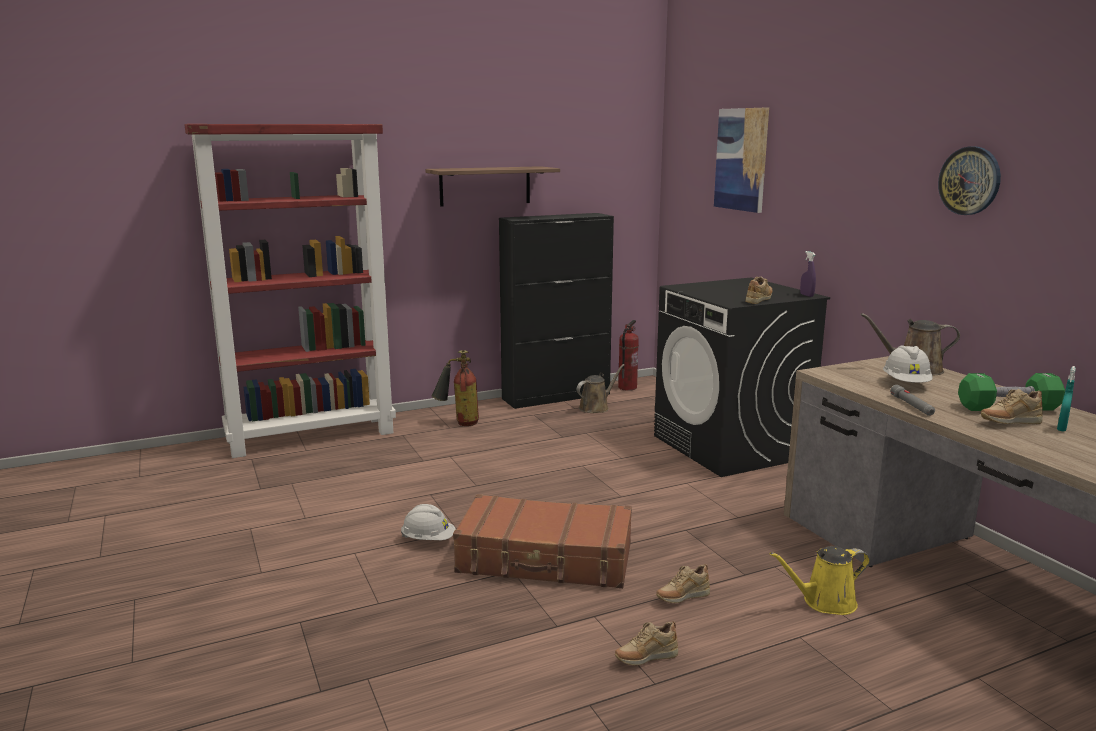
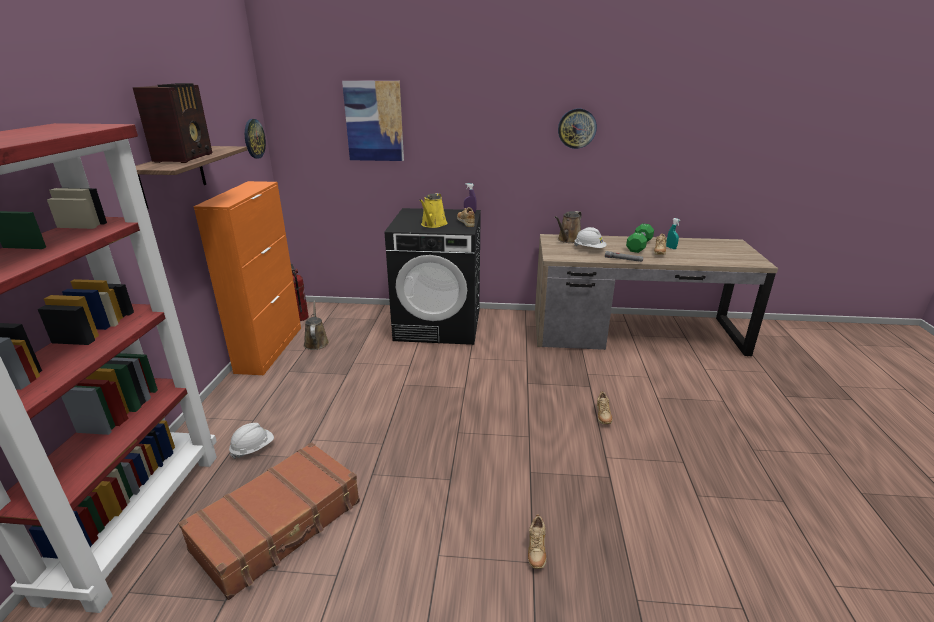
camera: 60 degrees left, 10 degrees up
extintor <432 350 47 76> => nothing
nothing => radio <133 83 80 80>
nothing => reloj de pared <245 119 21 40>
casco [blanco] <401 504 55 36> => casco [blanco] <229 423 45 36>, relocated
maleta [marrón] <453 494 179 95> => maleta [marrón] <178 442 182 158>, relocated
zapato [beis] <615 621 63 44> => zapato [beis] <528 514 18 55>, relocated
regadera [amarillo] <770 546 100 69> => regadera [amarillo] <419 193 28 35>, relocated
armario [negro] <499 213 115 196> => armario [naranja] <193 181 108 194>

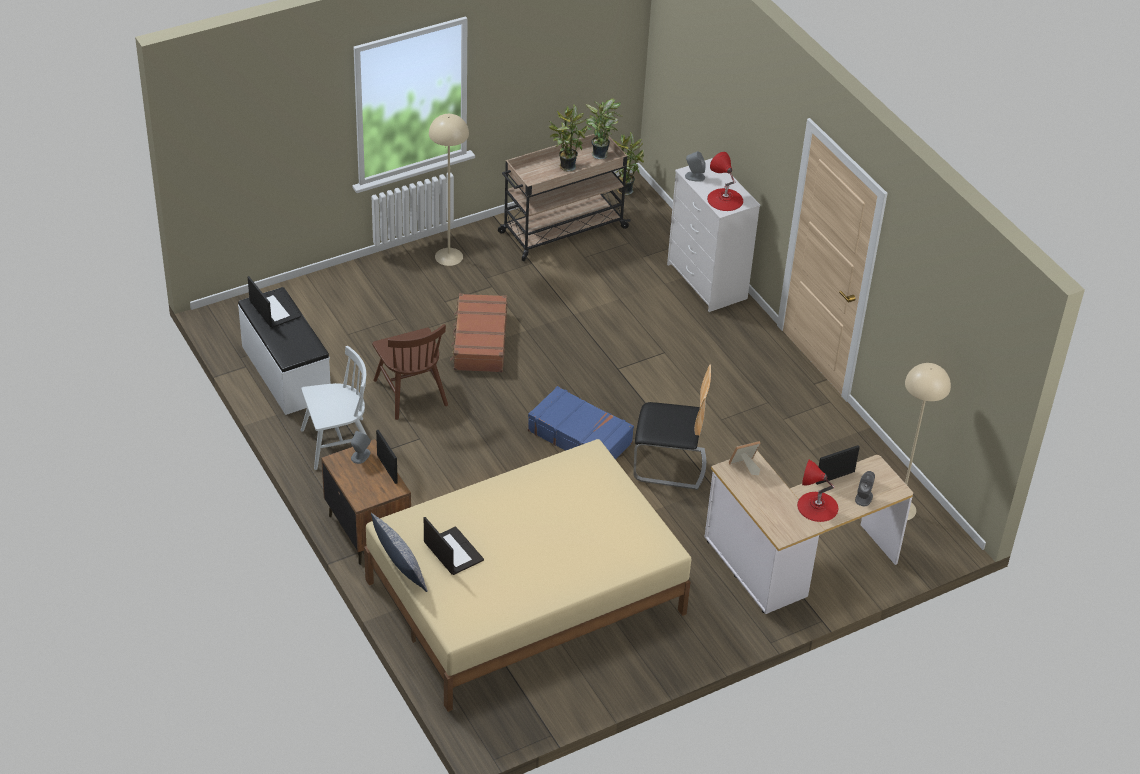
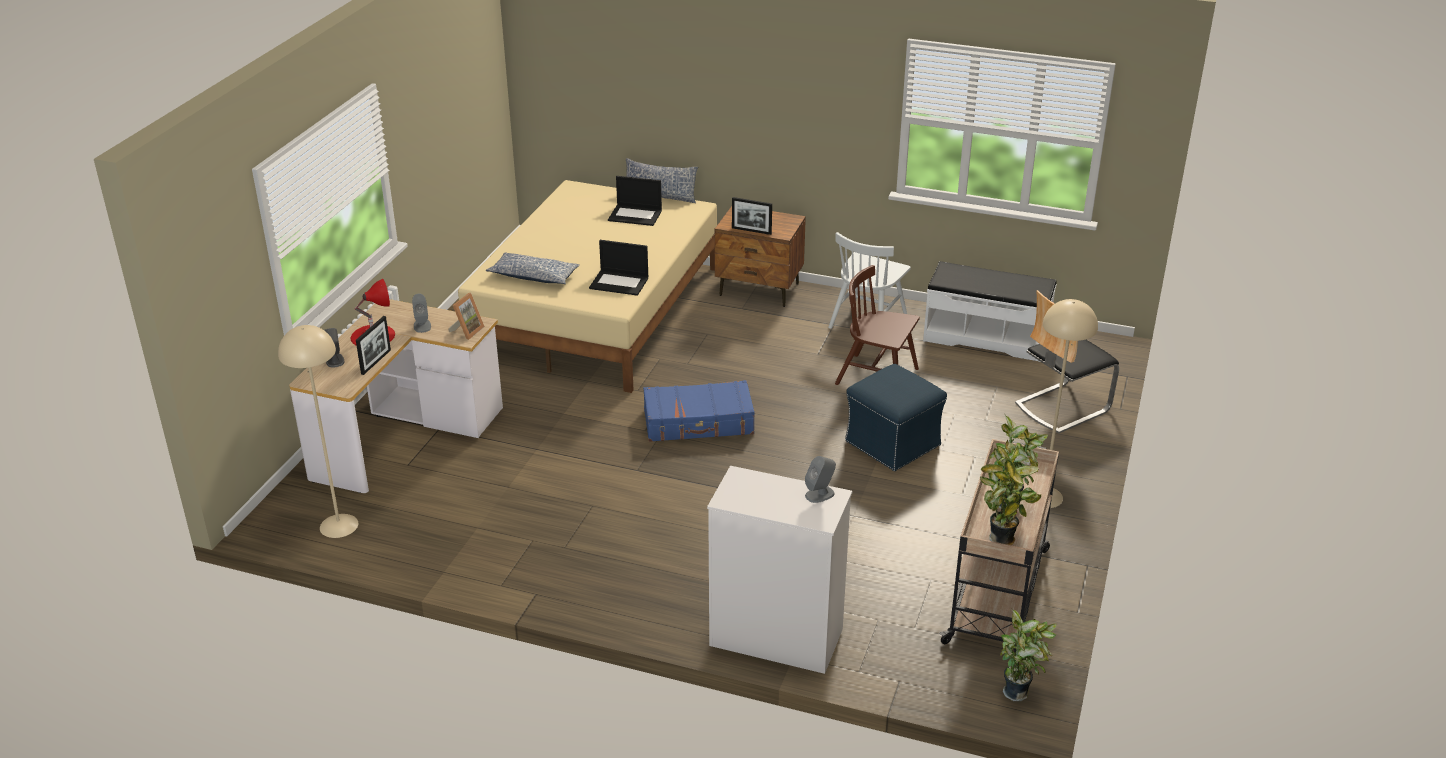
camera: 140 degrees right, 10 degrees down
lámpara de mesa [rojo] <707 152 36 59> => nothing
nothing => cojín <486 253 94 31>
portátil <248 276 53 52> => portátil <589 240 59 56>, relocated
altavoz [gris] <351 431 20 33> => altavoz [gris] <412 294 19 39>, relocated
silla <633 364 78 126> => silla <1015 290 104 143>, relocated
maleta [marrón] <450 293 57 79> => puf [azul] <845 364 102 107>

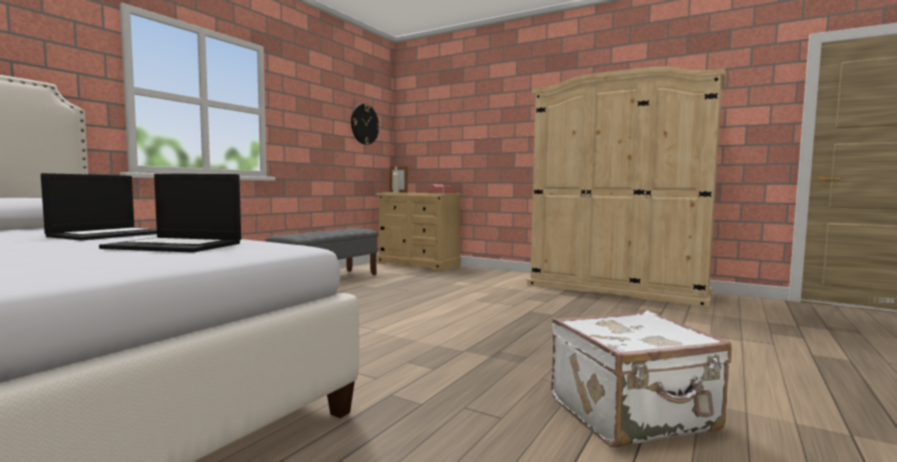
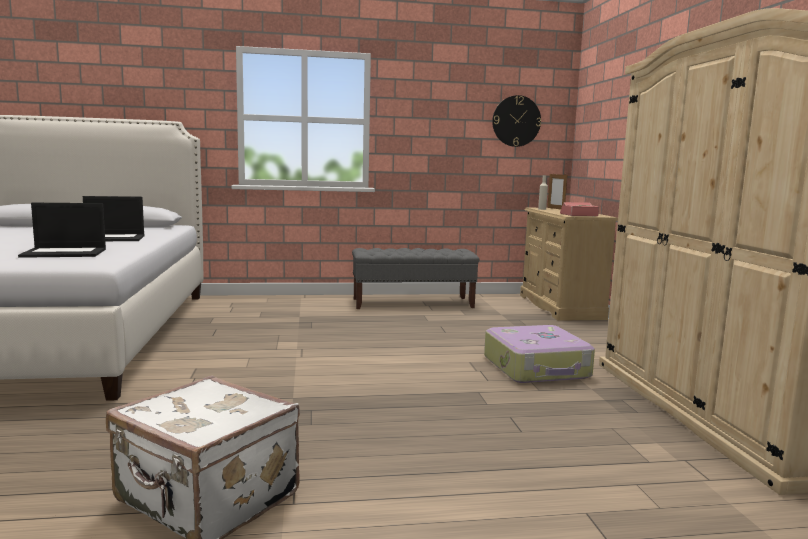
camera: 50 degrees right, 5 degrees up
nothing => maleta <484 325 111 58>
portátil <99 174 142 79> => portátil <18 203 88 55>, 75 degrees counterclockwise

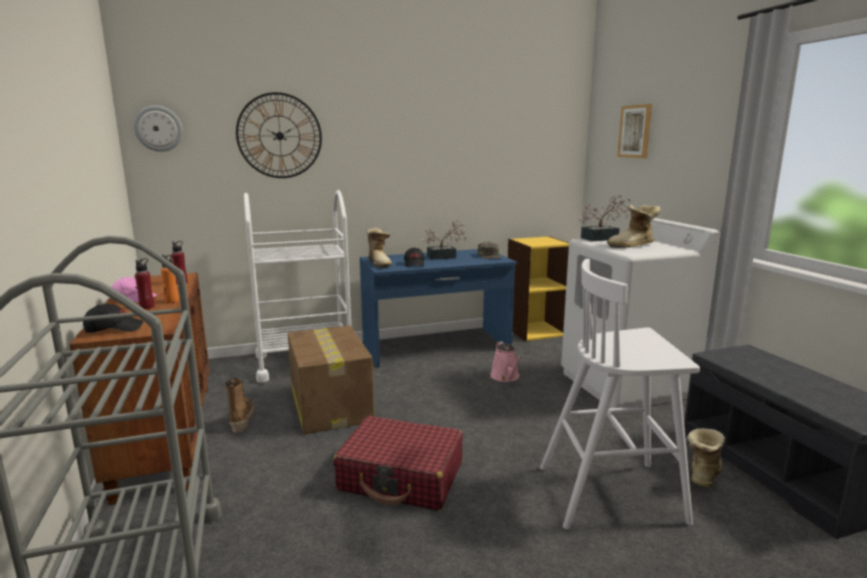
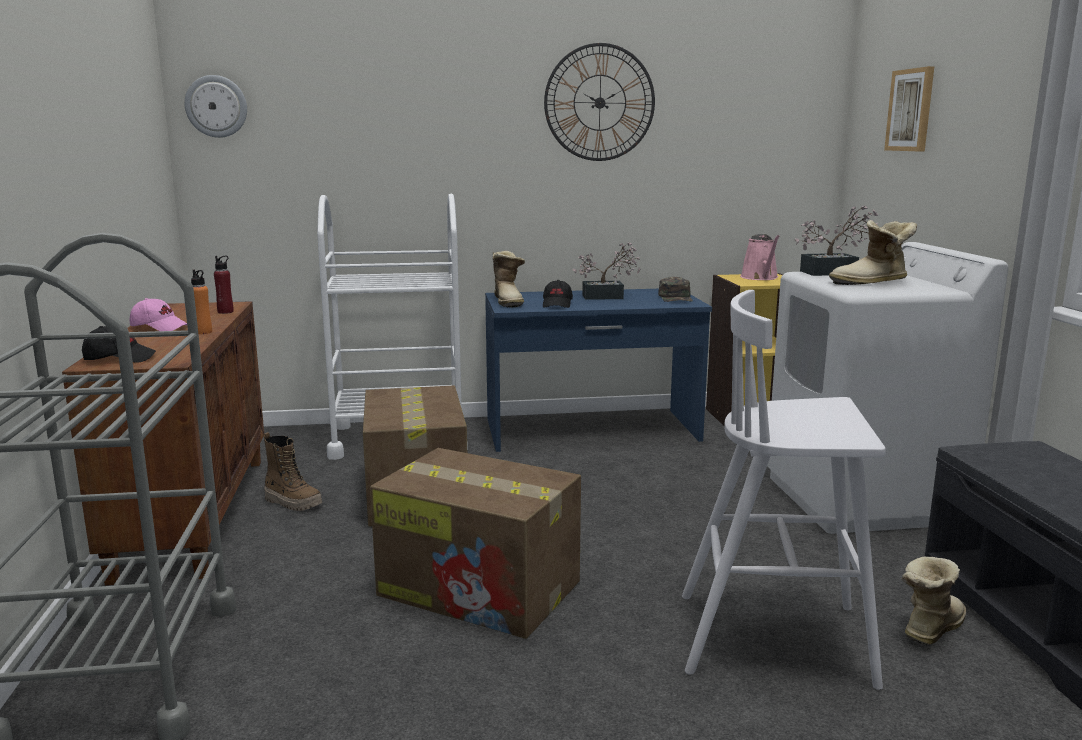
camera: 10 degrees right, 0 degrees up
botella [rojo] <135 258 20 51> => nothing
reloj de pared <236 92 86 86> => reloj de pared <544 43 111 118>, relocated
regadera [rosa] <490 341 32 41> => regadera [rosa] <740 234 40 46>, relocated
maleta [rojo] <333 416 130 95> => caja de cartón <370 448 211 191>
bota <225 378 29 55> => bota <264 432 58 79>, 120 degrees clockwise

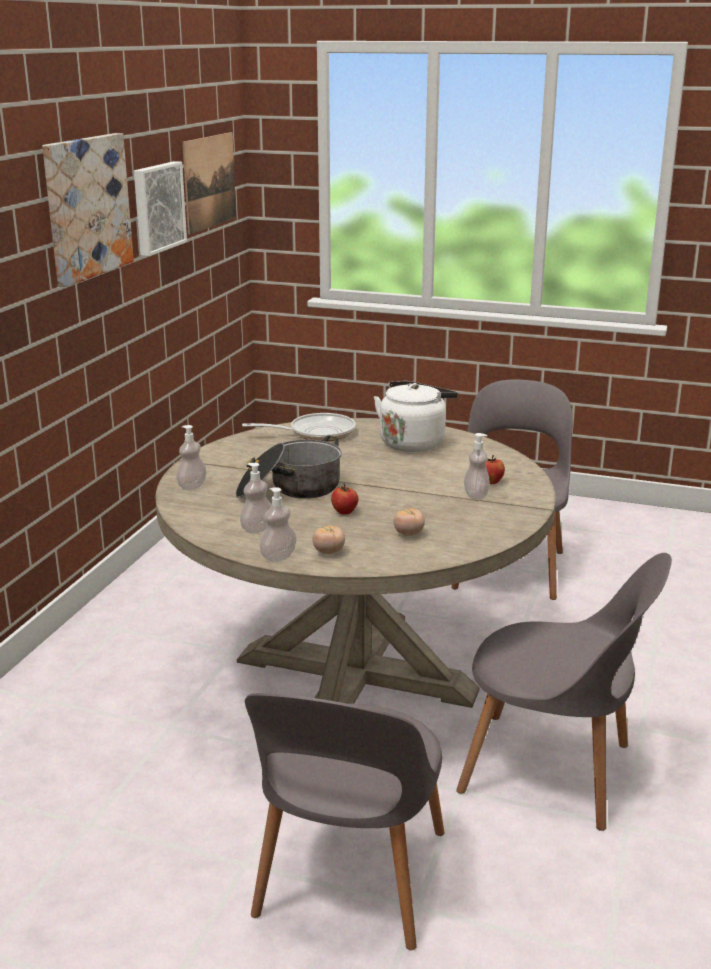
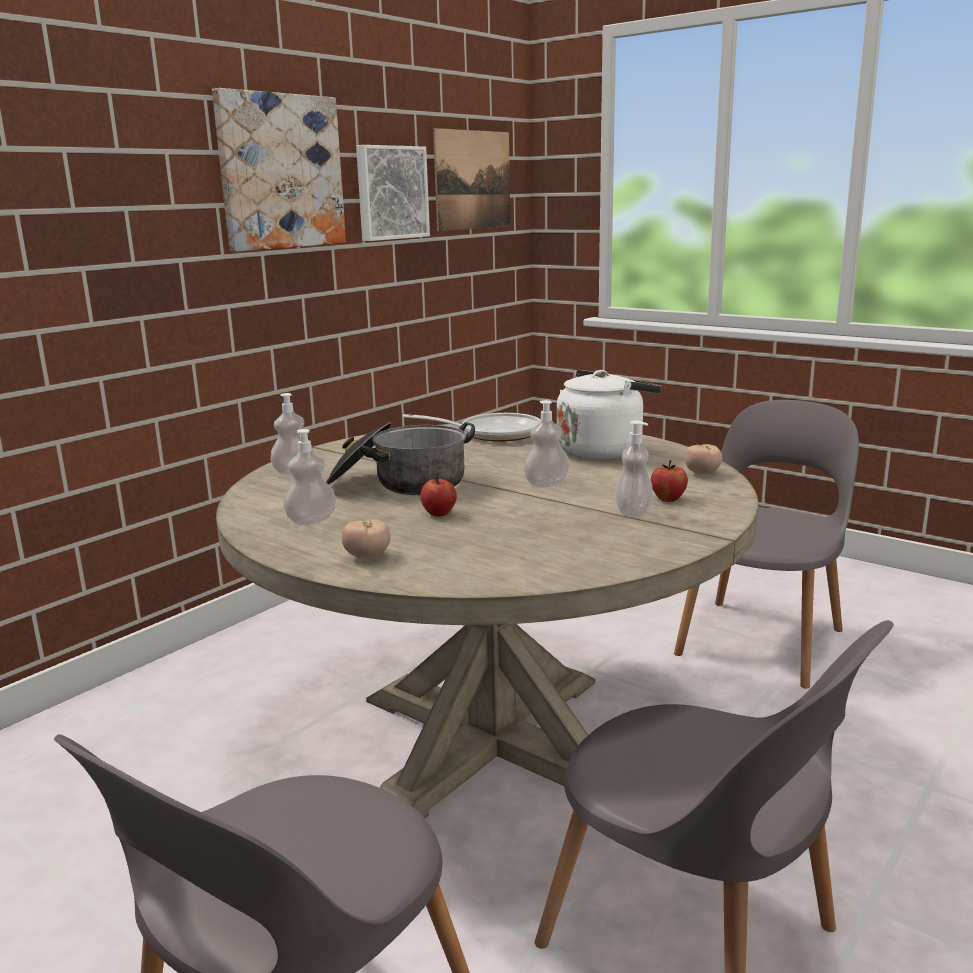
camera: 20 degrees right, 5 degrees down
dispensador de jabón <260 487 37 75> => dispensador de jabón <524 400 45 87>, relocated
tomate <394 508 31 28> => tomate <684 444 38 30>, relocated

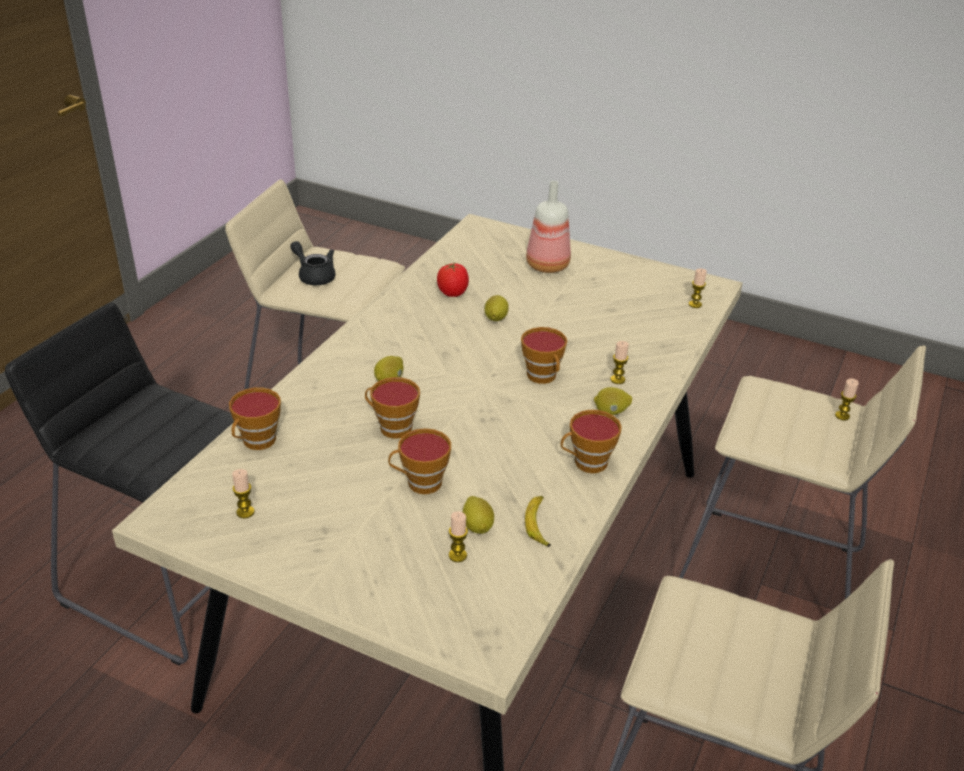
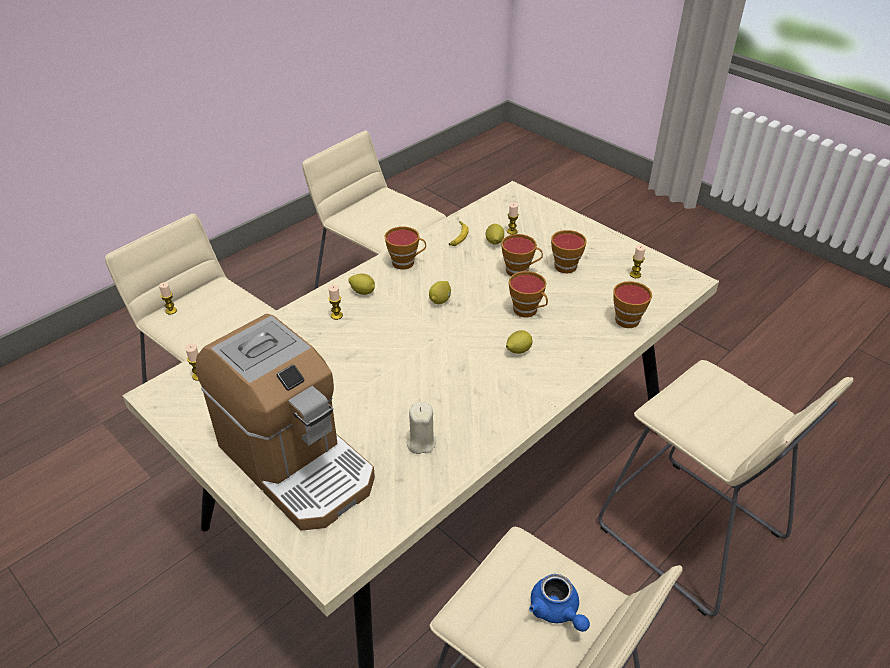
camera: 160 degrees left, 5 degrees up
limón <484 295 24 26> => limón <429 281 22 23>, relocated
taza <521 327 46 57> => taza <551 230 36 43>, relocated
tomate <437 263 32 34> => vela [beis] <407 402 29 52>
botella <526 181 45 92> => cafetera <196 314 179 217>
taburete [negro] <5 302 229 364> => taburete [beis] <598 360 255 256>
tetera [negro] <290 241 45 44> => tetera [azul] <529 574 61 58>

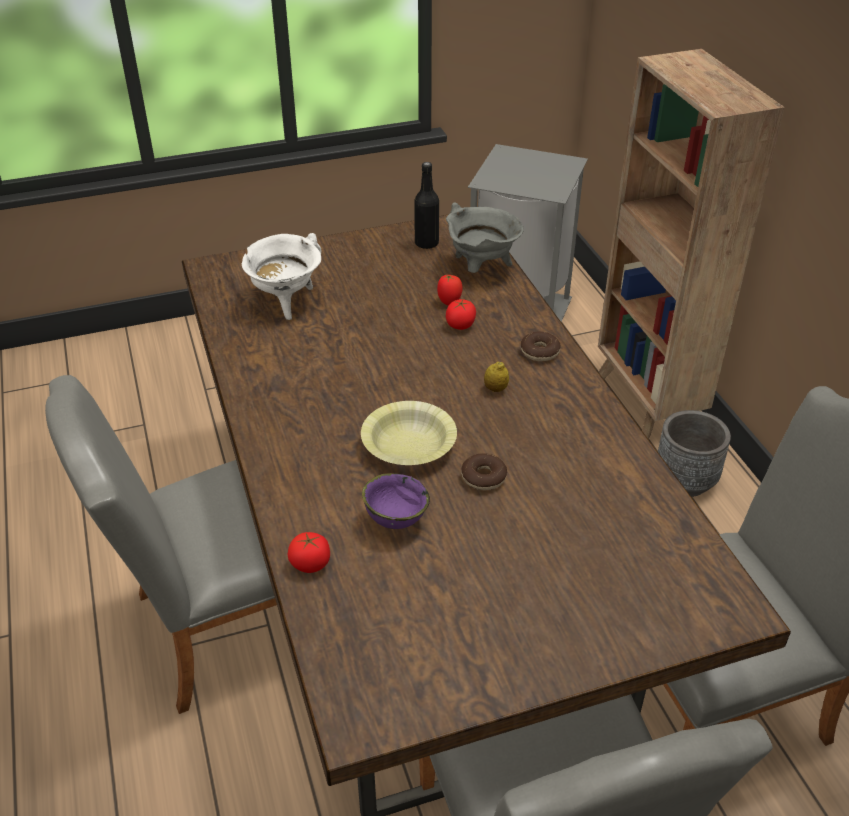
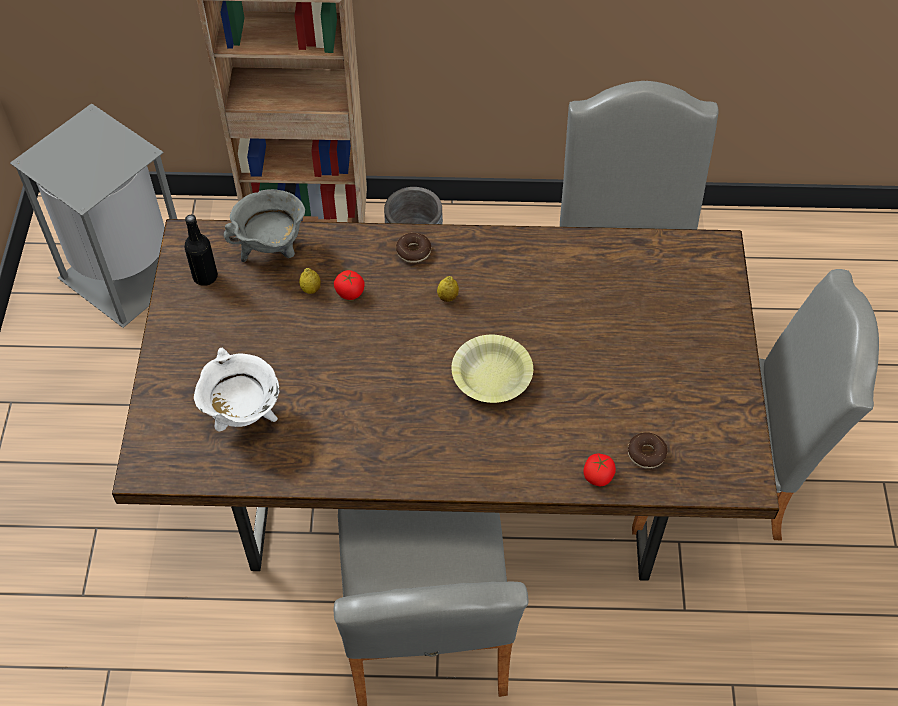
camera: 70 degrees left, 15 degrees up
cuenco [morado] <362 473 68 56> => nothing
rosquilla <461 453 46 37> => rosquilla <628 432 39 37>, relocated
tomate <437 274 26 32> => limón <299 268 22 26>

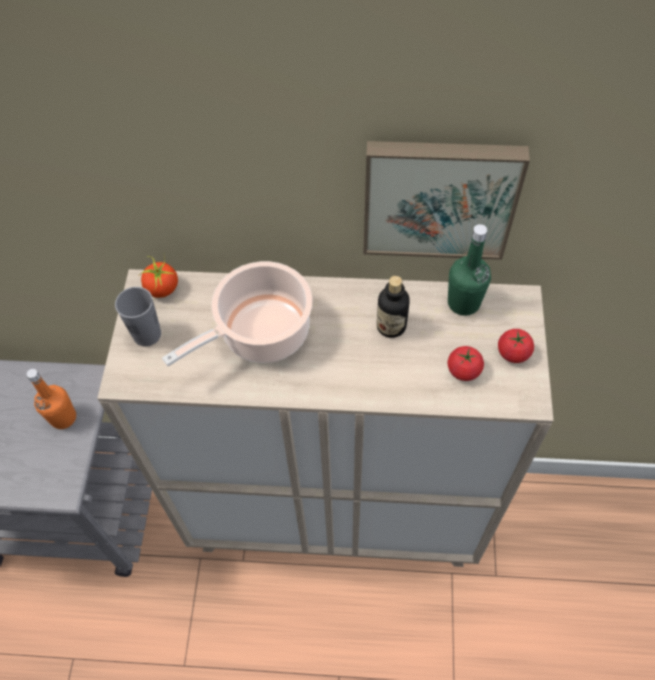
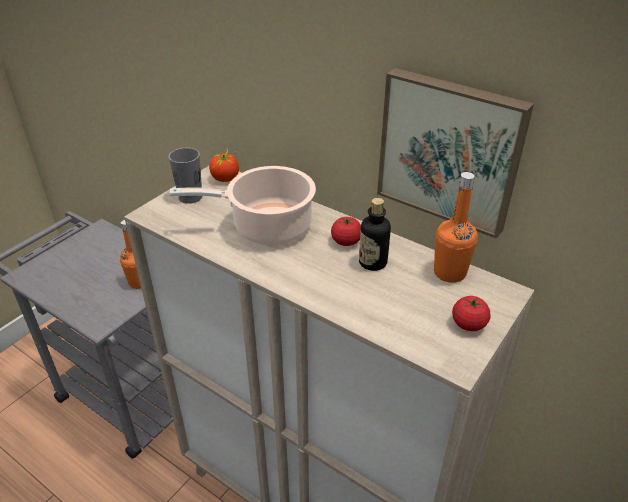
camera: 30 degrees right, 20 degrees down
tomate <448 346 36 35> => tomate <331 217 30 29>, relocated
botella [verde] <448 224 43 92> => botella [naranja] <434 172 44 111>

